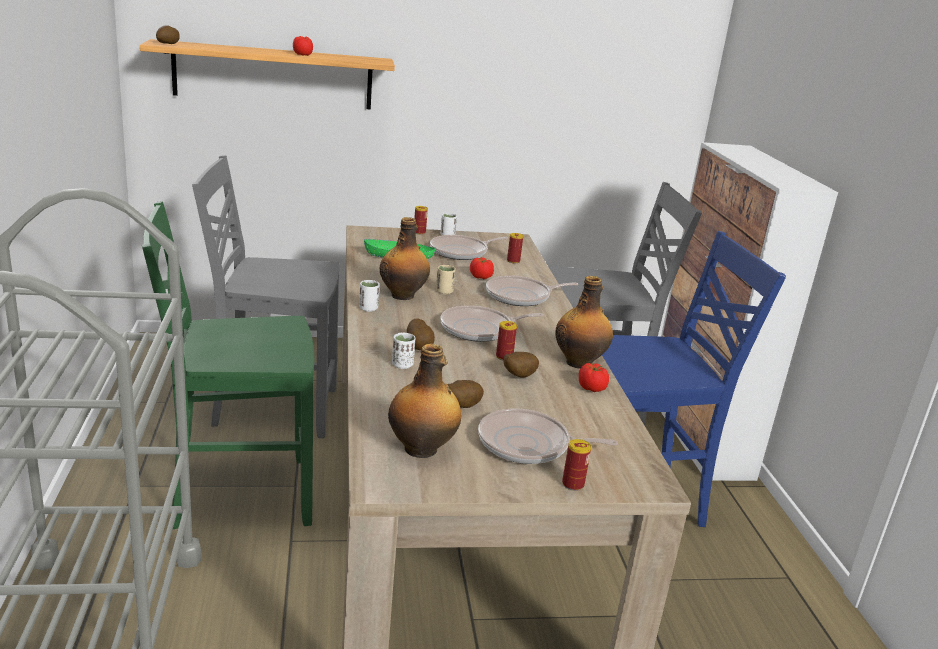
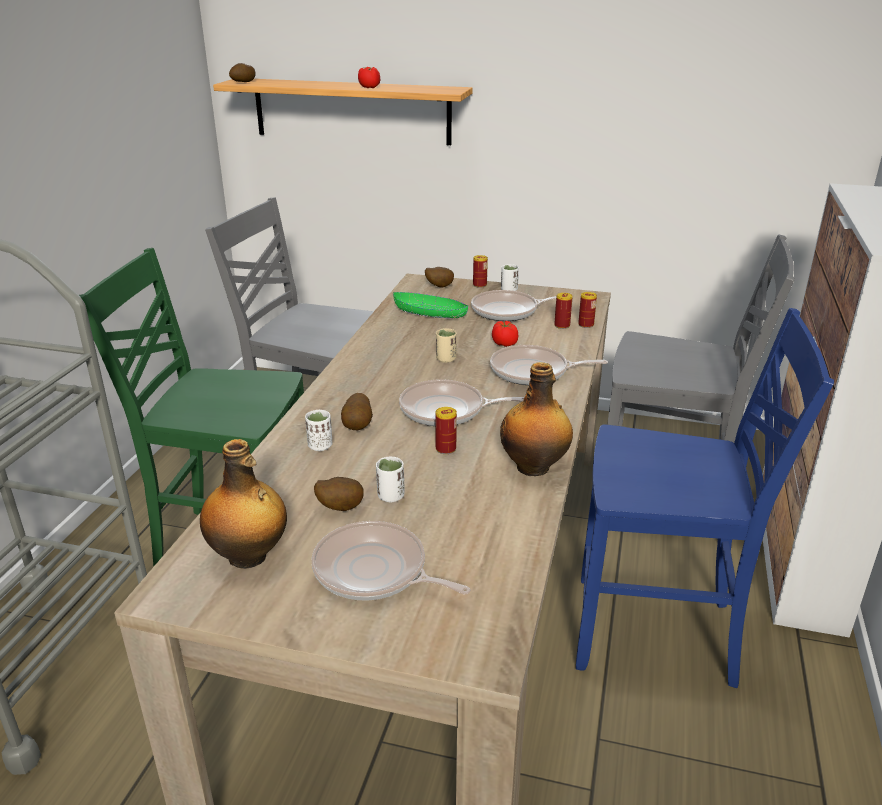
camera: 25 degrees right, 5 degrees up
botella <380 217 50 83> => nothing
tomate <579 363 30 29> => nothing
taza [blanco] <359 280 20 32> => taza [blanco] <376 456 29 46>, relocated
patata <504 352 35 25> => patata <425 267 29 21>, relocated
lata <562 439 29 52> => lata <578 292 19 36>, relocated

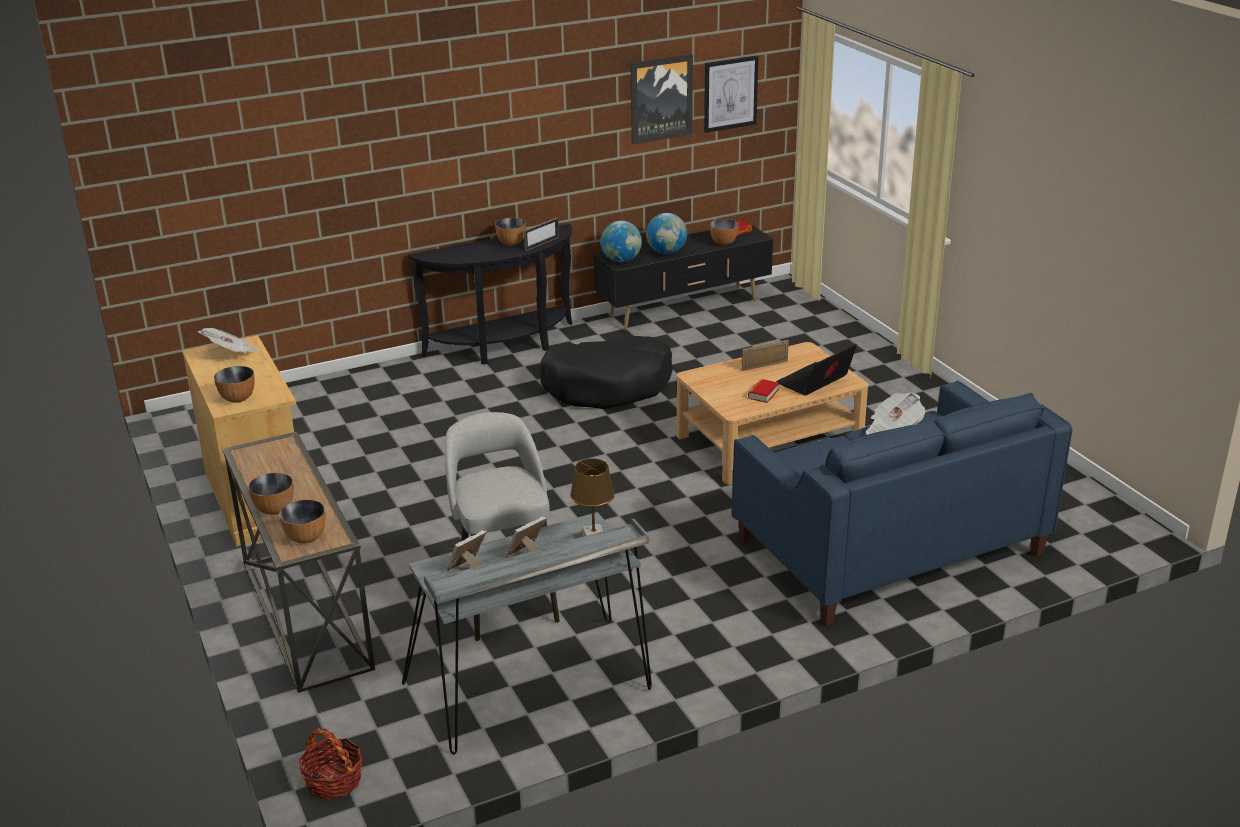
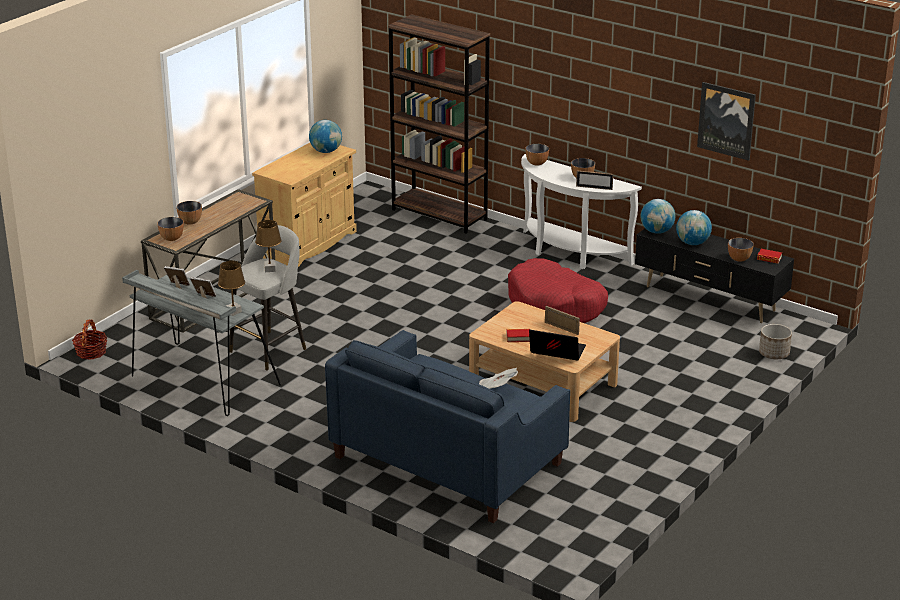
camera: 60 degrees right, 0 degrees up
cuadro <704 55 55 78> => nothing
nothing => lámpara de mesa [marrón] <255 220 27 52>
nothing => estantería [marrón] <388 14 102 219>
nothing => maceta <759 324 33 35>
cuenco <214 366 41 37> => cuenco <525 144 24 22>, relocated
periódico <198 328 62 25> => globo terráqueo <309 120 33 33>
mesa consola [negro] <408 224 164 141> => mesa consola [blanco] <521 154 121 115>
cama para perro [negro] <539 336 134 73> => cama para perro [rojo] <508 258 100 65>

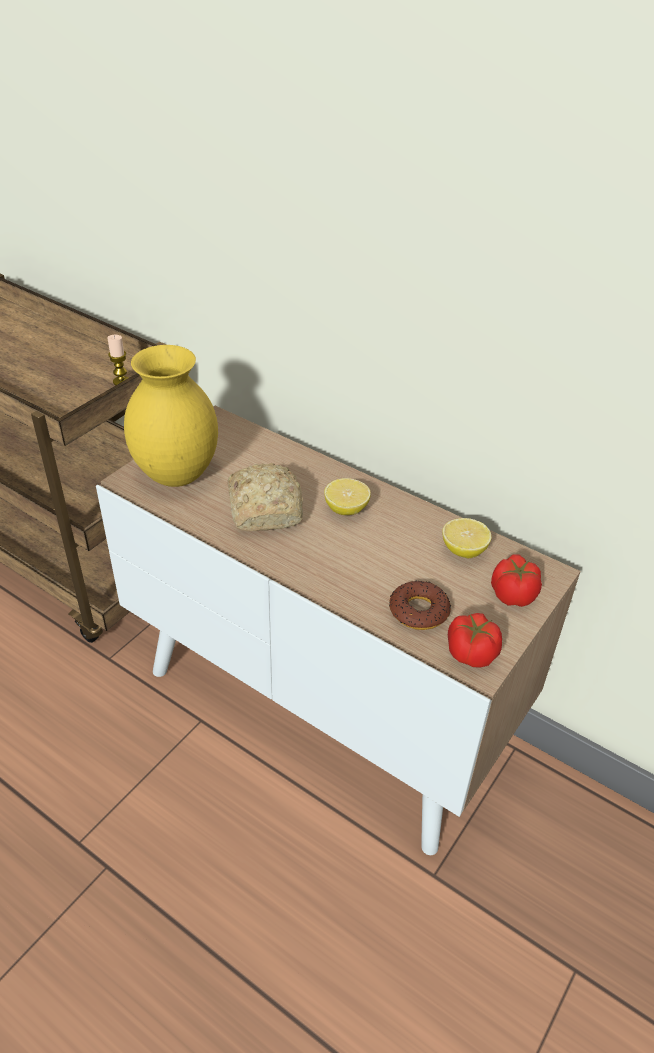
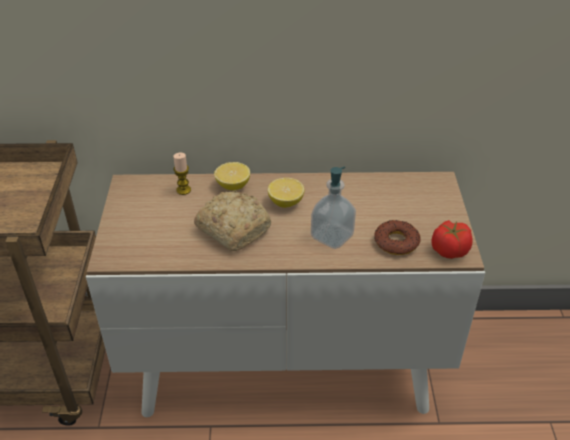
camera: 35 degrees left, 0 degrees up
florero [amarillo] <124 345 94 142> => nothing
tomate <491 554 51 53> => nothing
nothing => dispensador de jabón <311 167 45 82>
vela <107 335 21 50> => vela <173 153 18 42>, relocated
limón <443 518 49 40> => limón <214 162 36 28>, relocated

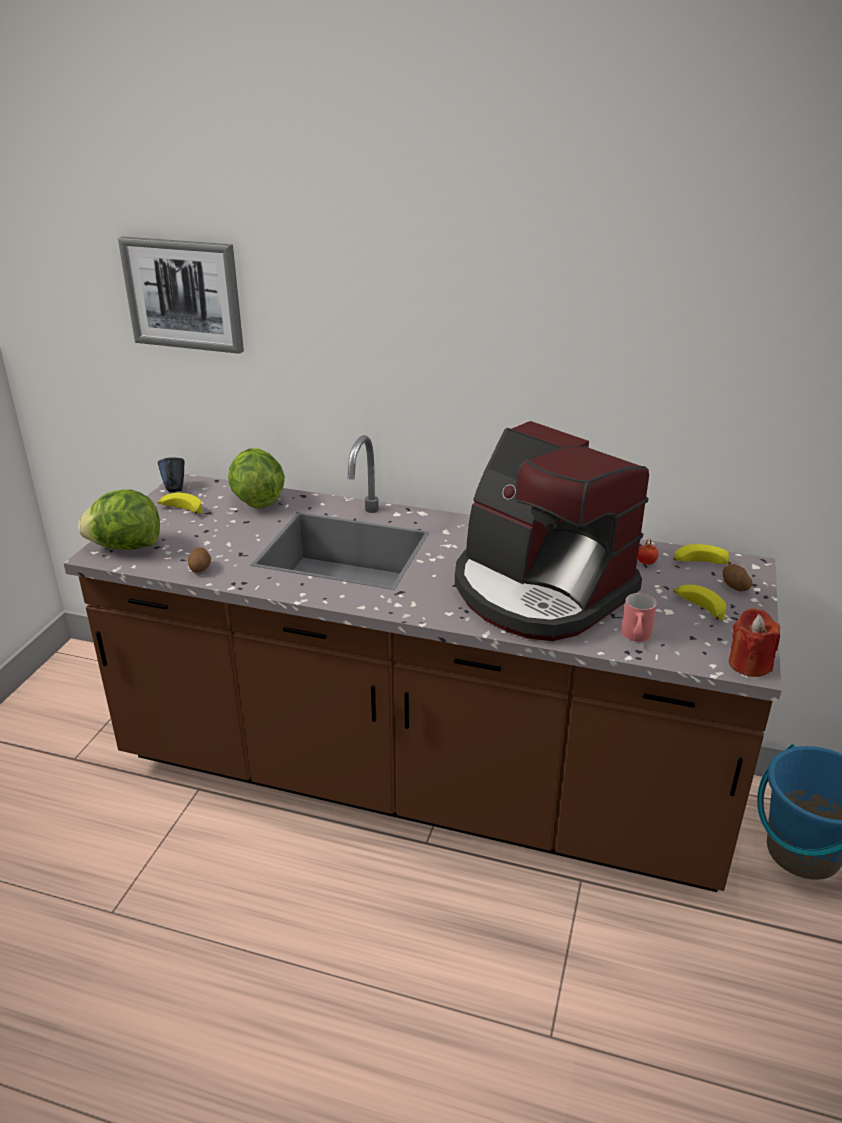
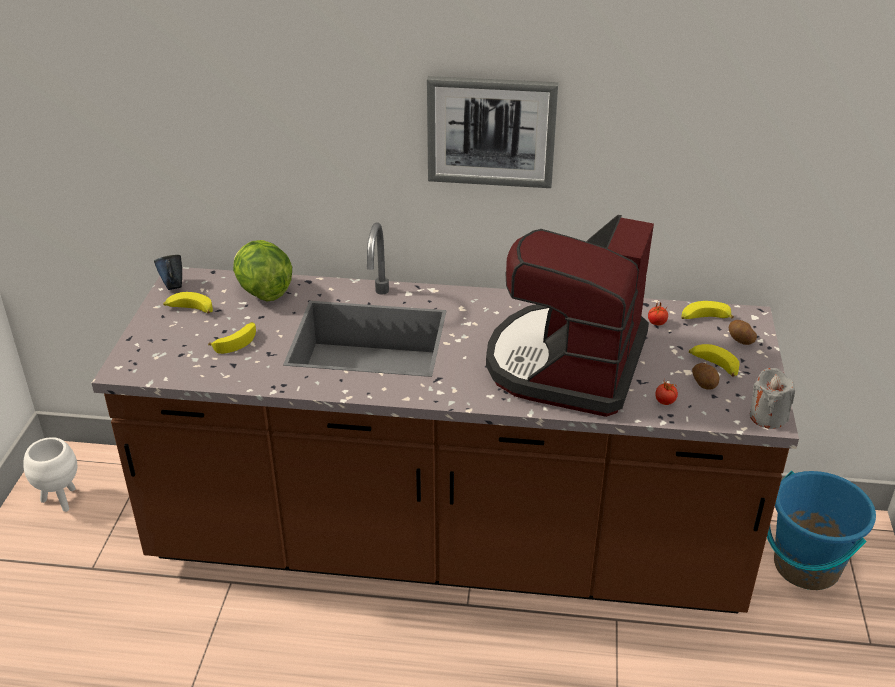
camera: 10 degrees left, 5 degrees up
lechuga <78 490 82 60> => nothing
nothing => maceta [blanco] <23 437 54 75>
nothing => plátano <208 322 48 32>
cuadro <118 236 126 118> => cuadro <427 76 131 112>, relocated
patata <188 547 23 26> => patata <692 363 28 27>, relocated
taza grande [rojo] <621 593 36 49> => tomate <655 381 23 24>
vela [rojo] <729 608 51 69> => vela [gris] <750 368 45 61>
cafetera <455 421 194 220> => cafetera <486 215 168 202>, 75 degrees clockwise

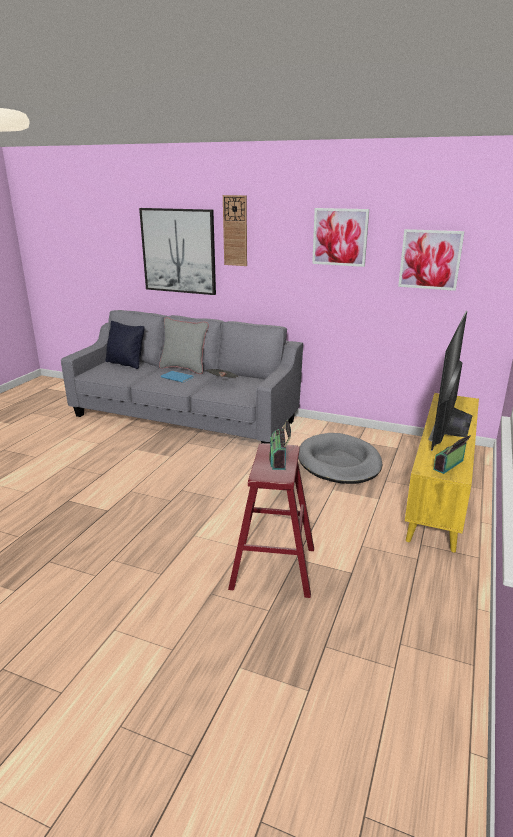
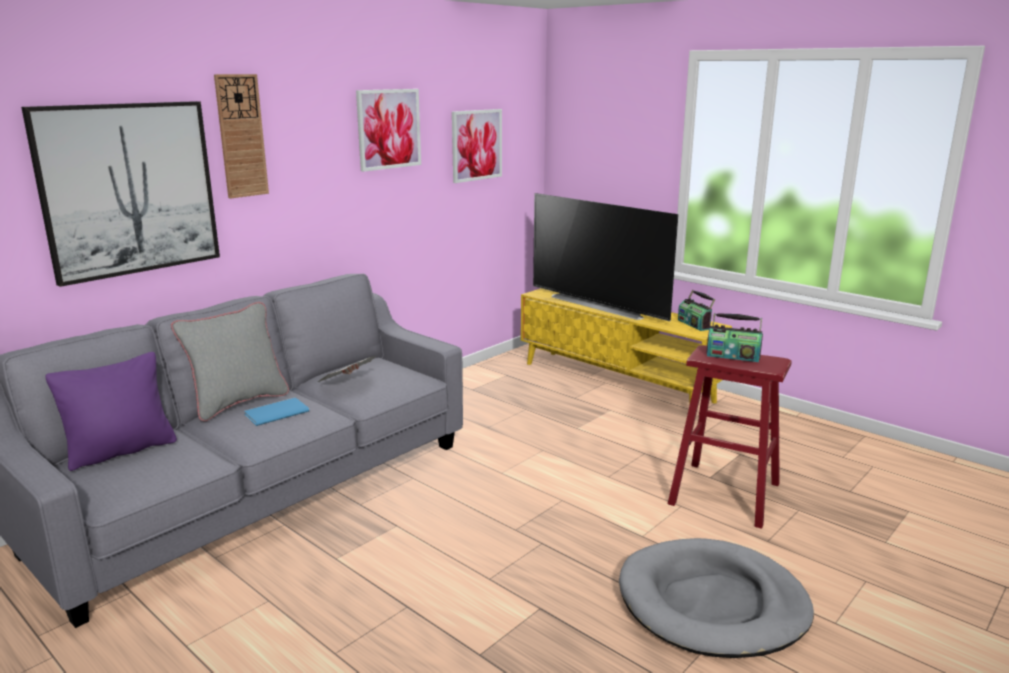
camera: 70 degrees left, 5 degrees down
cama para perro [gris] <298 433 84 51> => cama para perro [gris] <619 538 195 120>, relocated
cojín [negro] <105 321 40 48> => cojín [morado] <45 352 132 119>

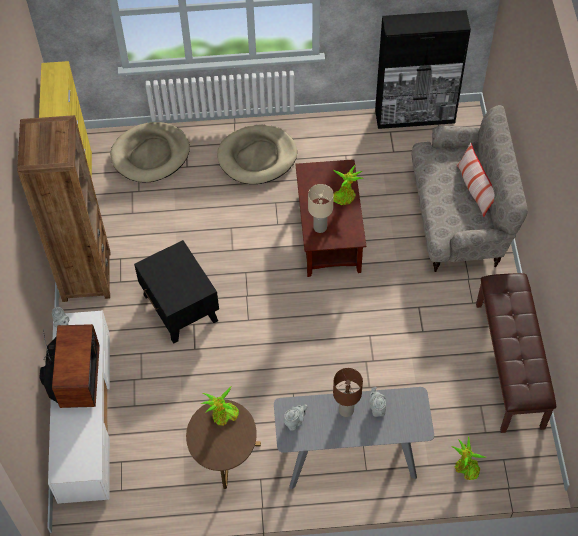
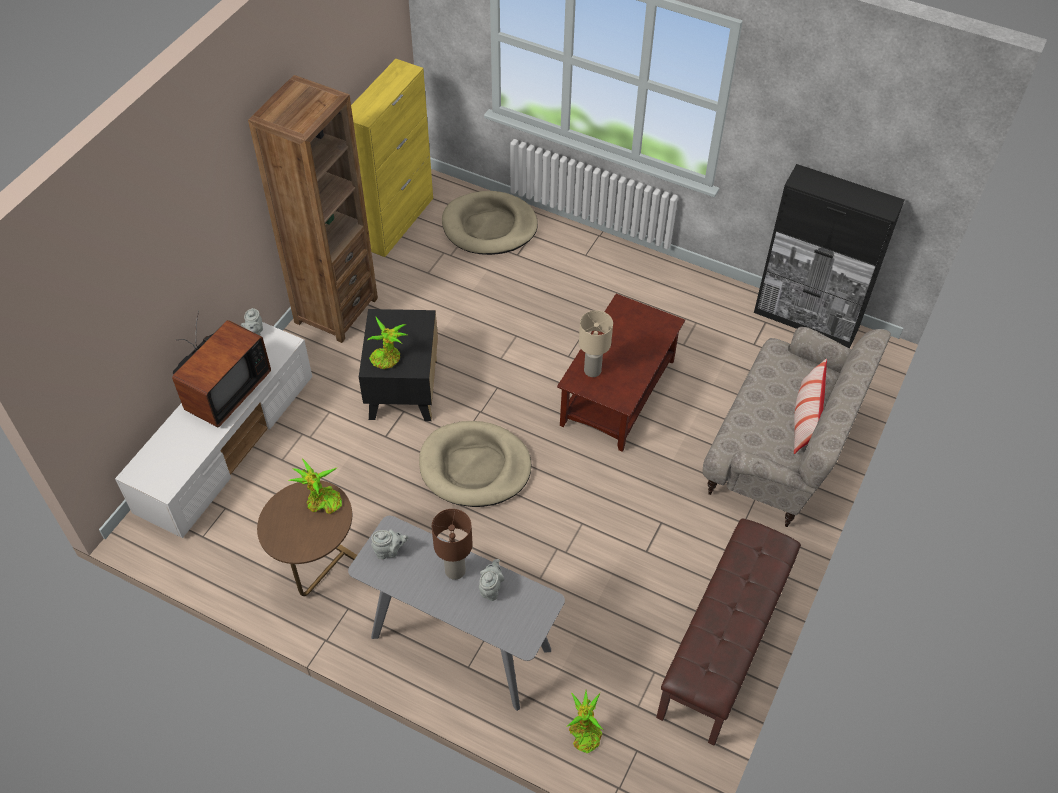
camera: 30 degrees right, 5 degrees down
cama para perro [beis] <217 125 80 59> => cama para perro [beis] <419 421 112 86>, relocated
planta en maceta <332 165 32 40> => planta en maceta <368 317 39 52>, relocated

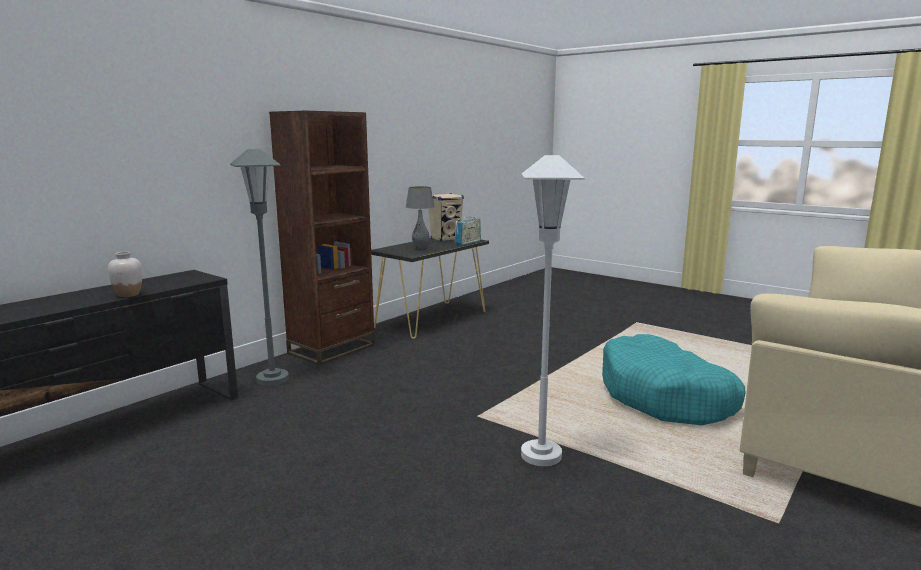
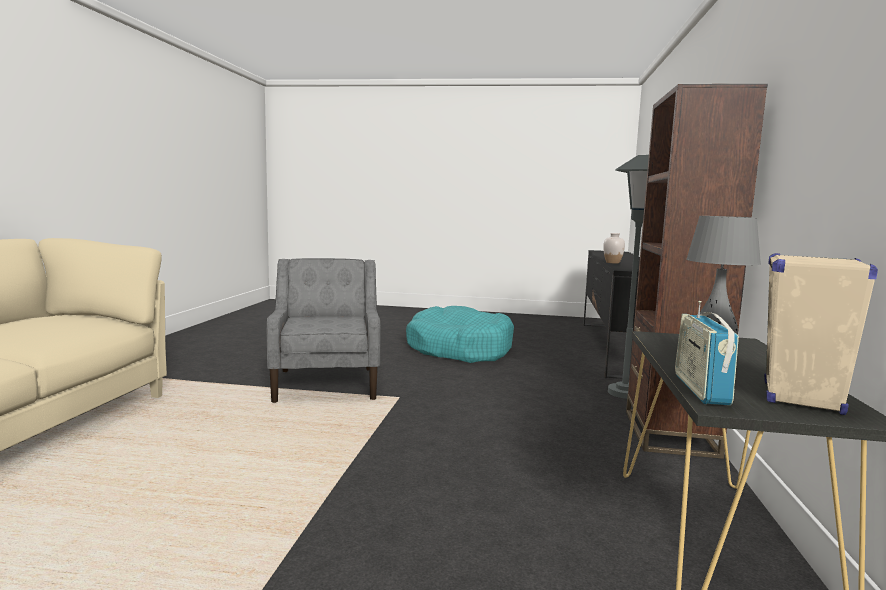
camera: 150 degrees right, 5 degrees down
cama para perro [turquesa] <602 334 144 91> => cama para perro [turquesa] <406 306 108 57>, relocated
lámpara de pie [blanco] <521 155 64 311> => sillón [gris] <266 258 115 145>

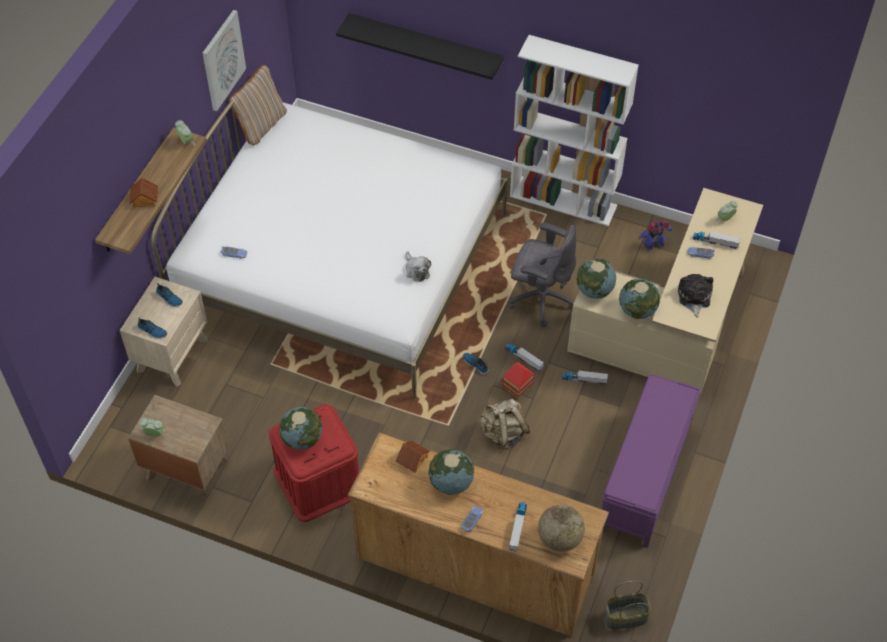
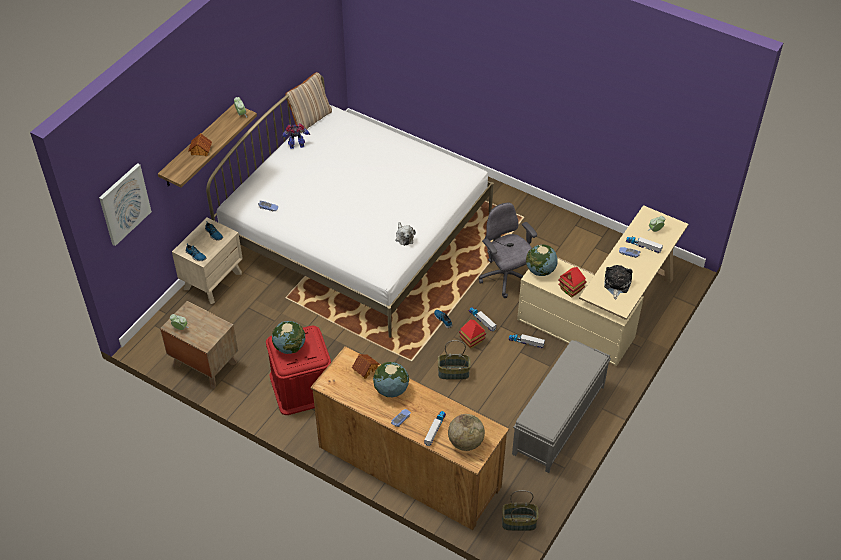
camera: 10 degrees right, 5 degrees down
estante [negro] <336 13 168 67> => nothing
estantería [blanco] <510 35 129 191> => nothing
cuadro <203 10 43 101> => cuadro <99 163 53 83>, relocated
robot de juguete <639 220 33 30> => robot de juguete <281 123 29 26>, relocated
mochila [beis] <480 399 50 51> => cesta <438 340 33 40>
globo terráqueo <619 279 41 40> => casita <558 267 29 31>
banco [morado] <602 375 99 172> => banco [gris] <512 340 99 133>
silla de oficina [gris] <509 222 67 105> => silla de oficina [gris] <479 203 58 95>, 150 degrees counterclockwise

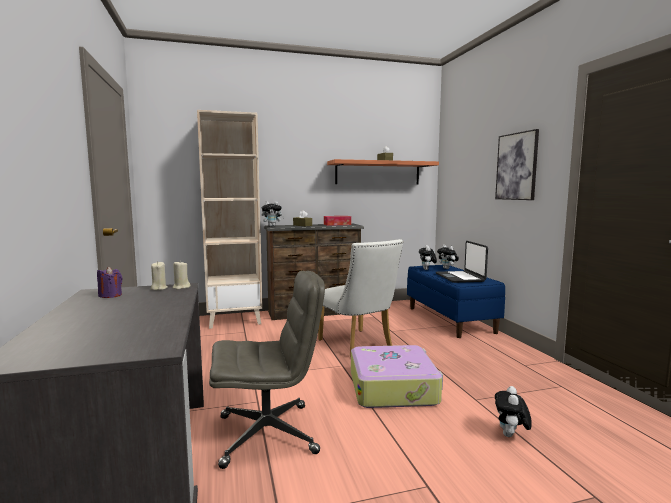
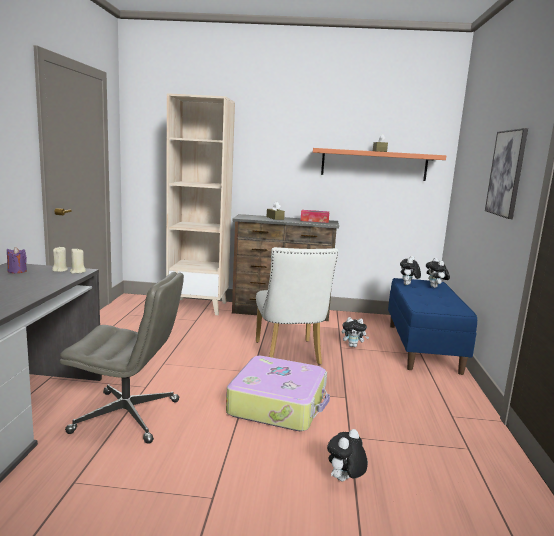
camera: 20 degrees right, 5 degrees up
portátil <436 241 52 42> => nothing
peluche <261 201 24 26> => peluche <342 317 27 30>, relocated

